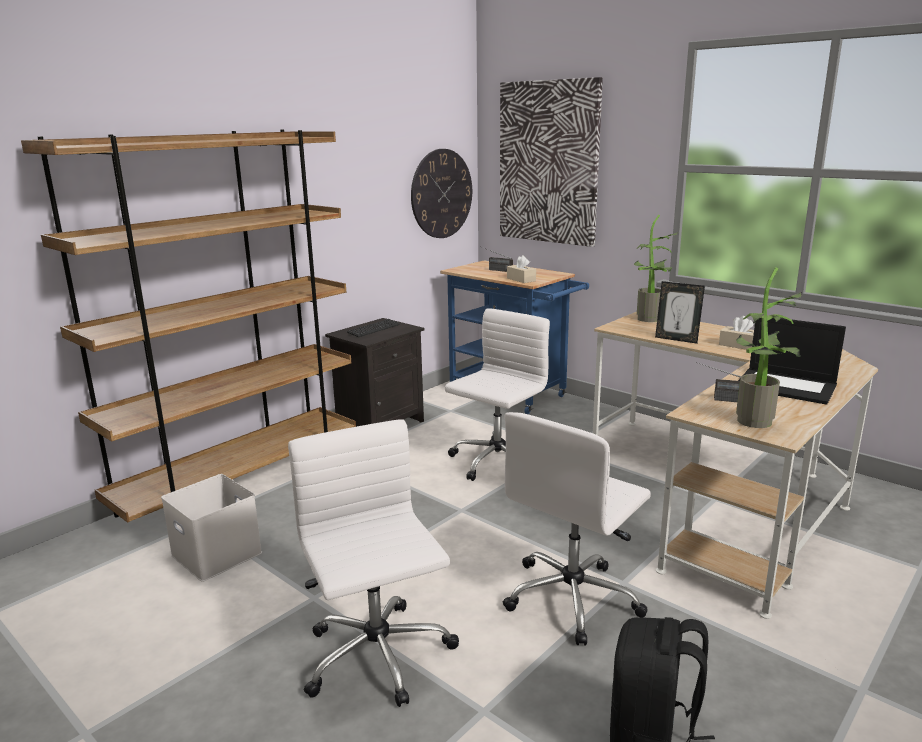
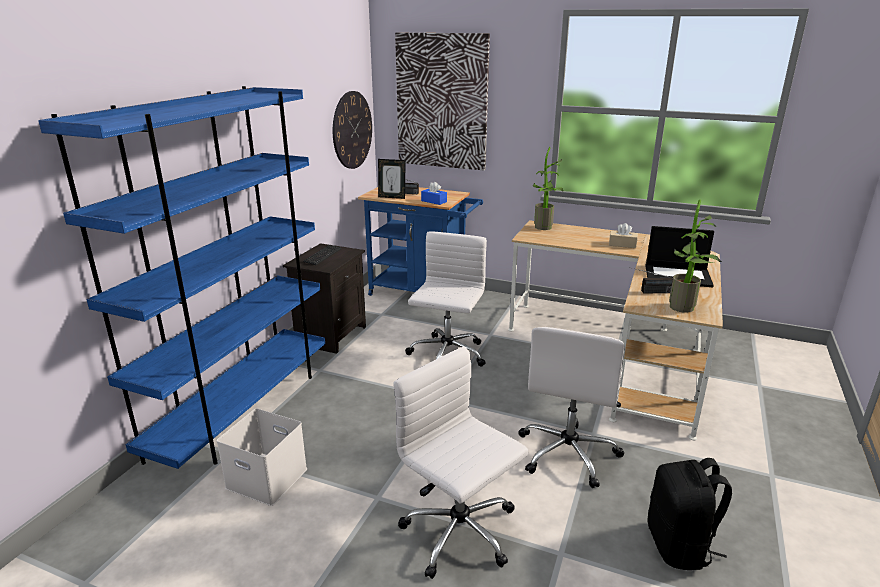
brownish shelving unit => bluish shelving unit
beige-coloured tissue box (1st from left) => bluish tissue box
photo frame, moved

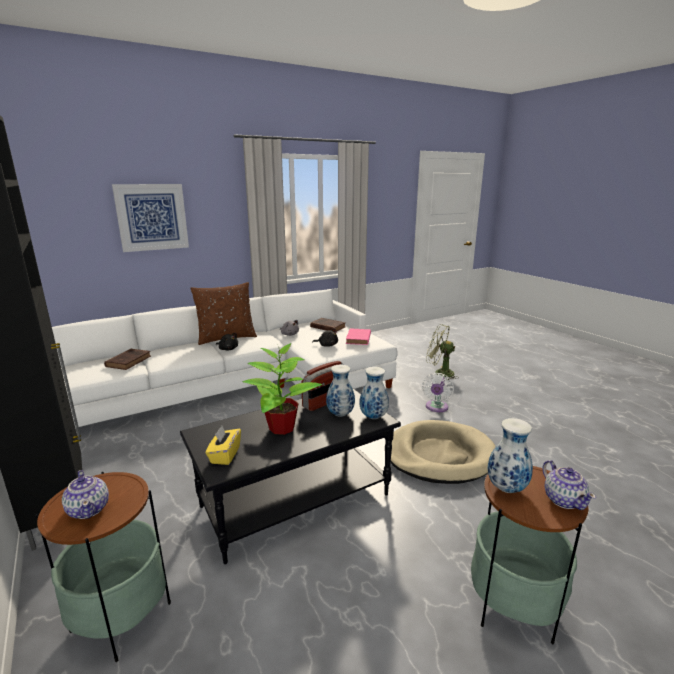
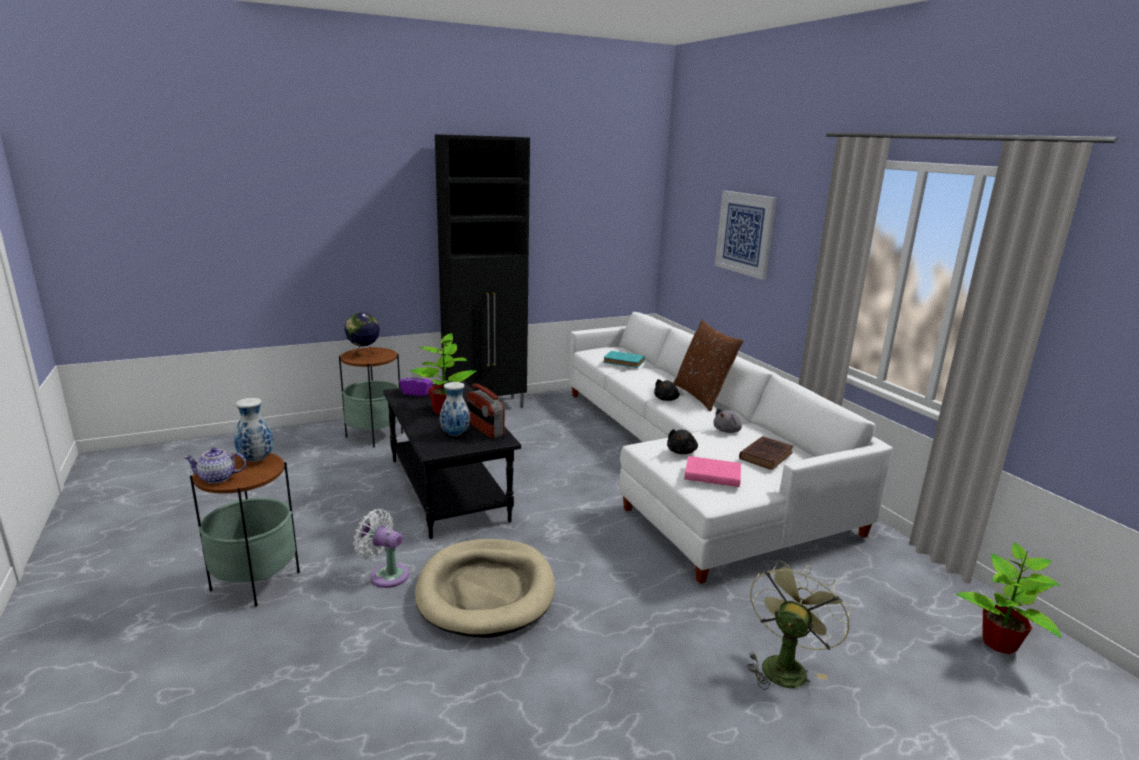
brownish volume (1st from left) => turquoise-coloured volume
vase (2nd from left) => nothing
whitish cooling fan, moved
yellow-coloured tissue box => purplish tissue box
tea pot (1st from left) => desk globe
nothing => potted plant (2nd from left)

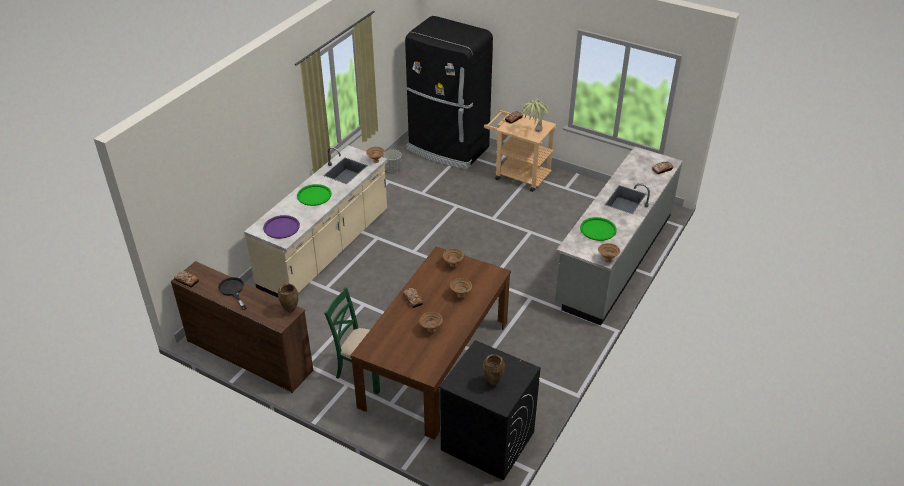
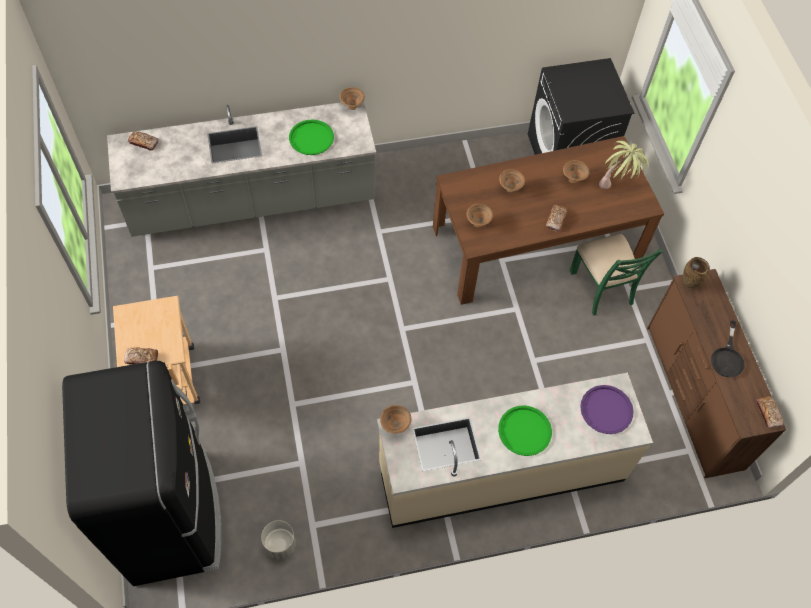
potted plant, moved
brownish vase (2nd from left) => nothing

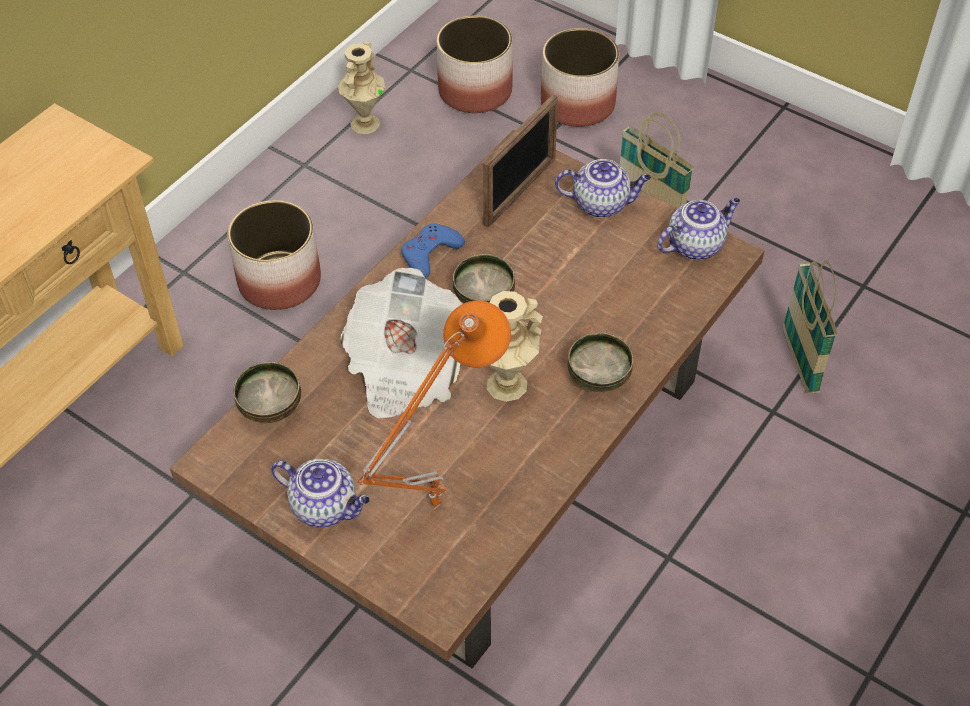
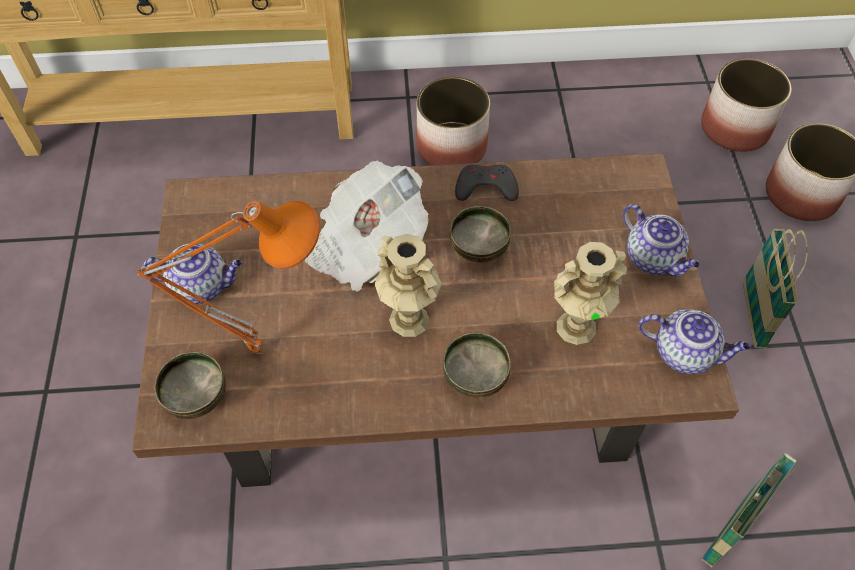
beige-coloured vase (1st from left in the first image) => beige-coloured vase (2nd from left), moved
photo frame => nothing
bluish joypad => gray joypad
serving bowl (1st from left), moved
tea pot (1st from left), 75 degrees counterclockwise

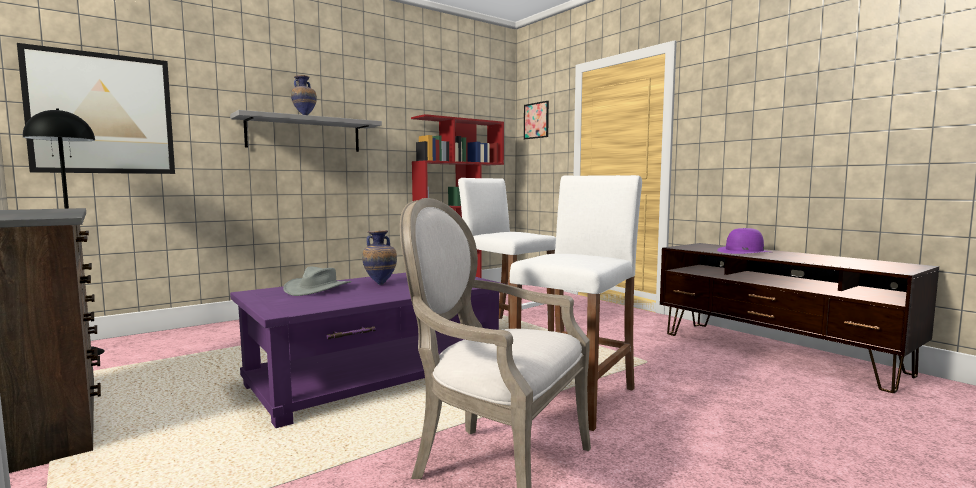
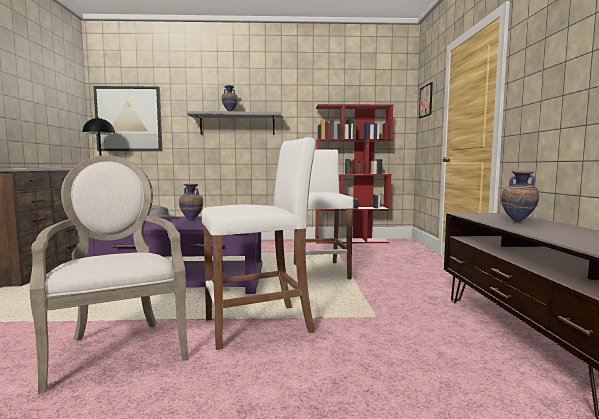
purplish hat => vase (3rd from left)

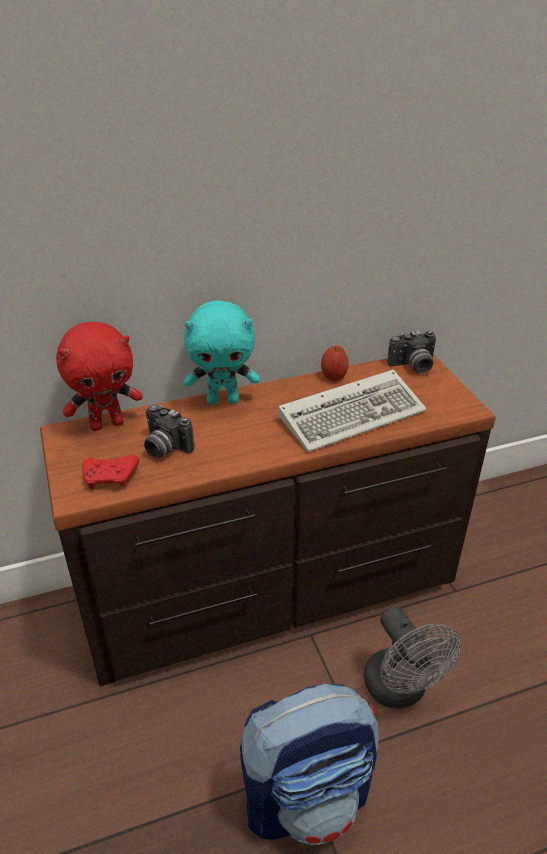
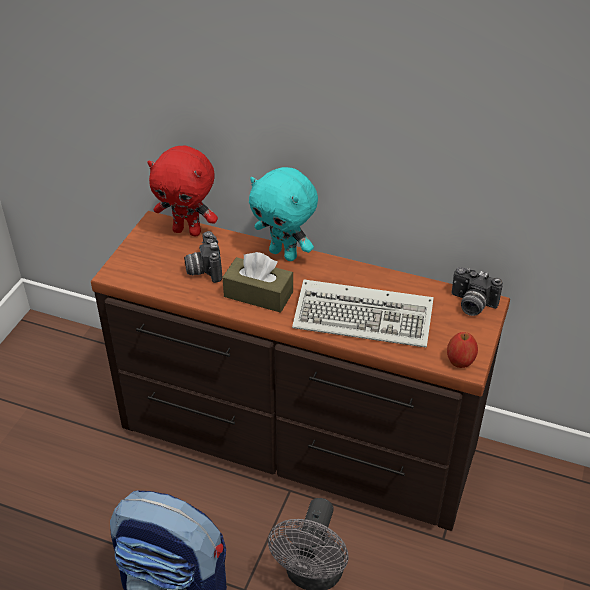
whole apple, moved
reddish joypad => nothing
nothing => brownish tissue box

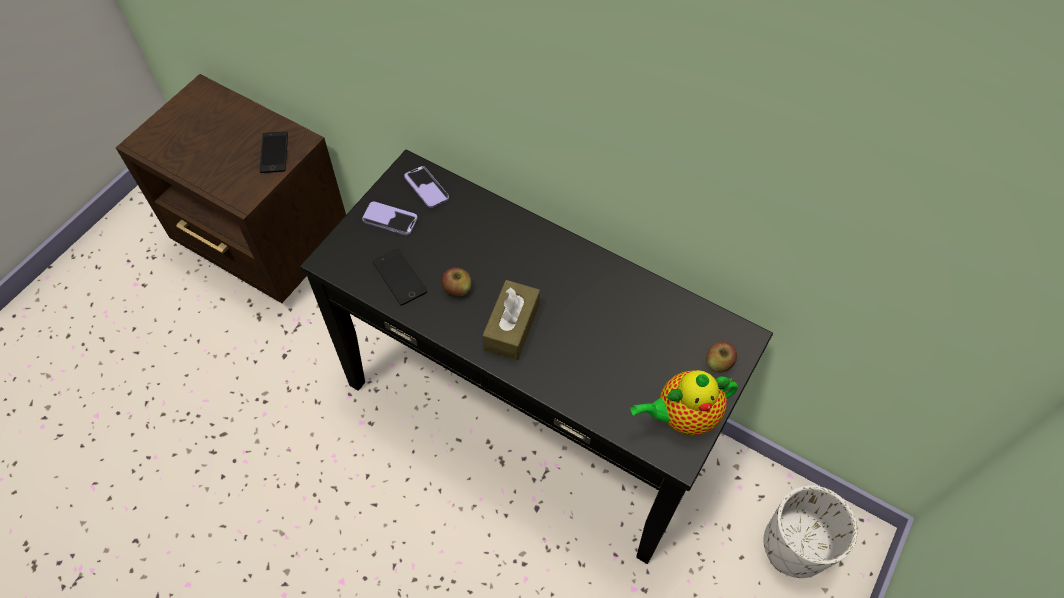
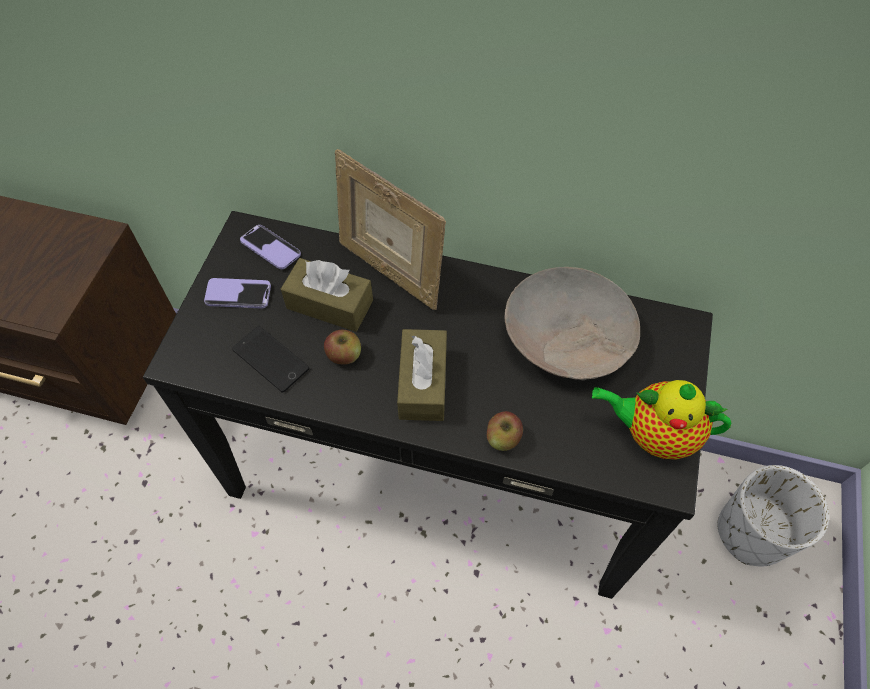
telephone (1st from left) => nothing
whole apple (2nd from left), moved
tea pot, 45 degrees clockwise
nothing => photo frame
nothing => brownish tissue box (1st from left)
nothing => beige-coloured serving bowl

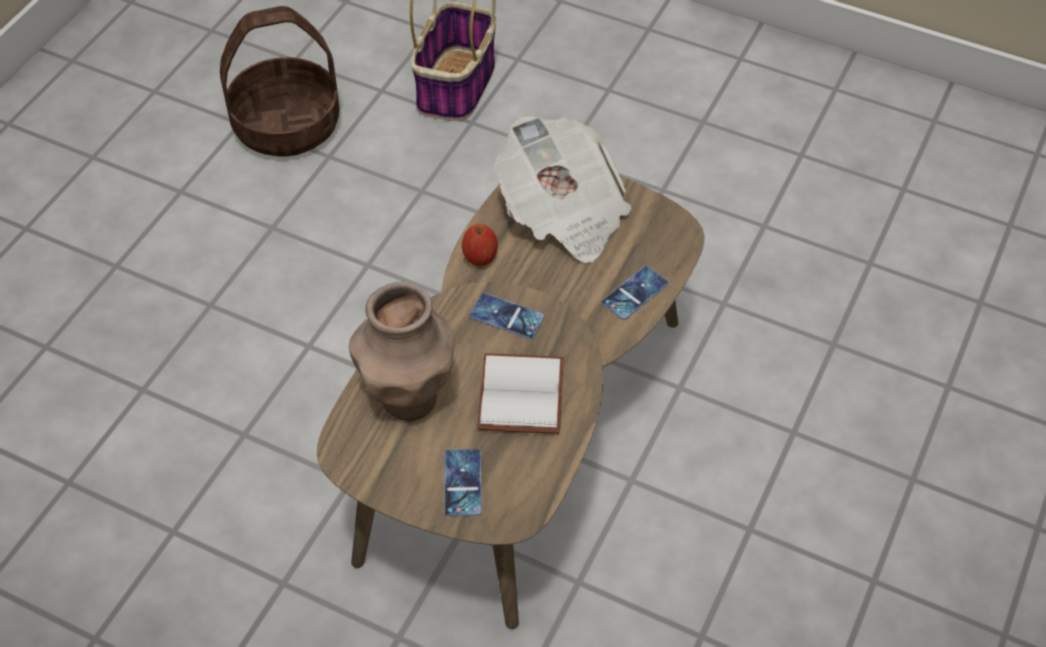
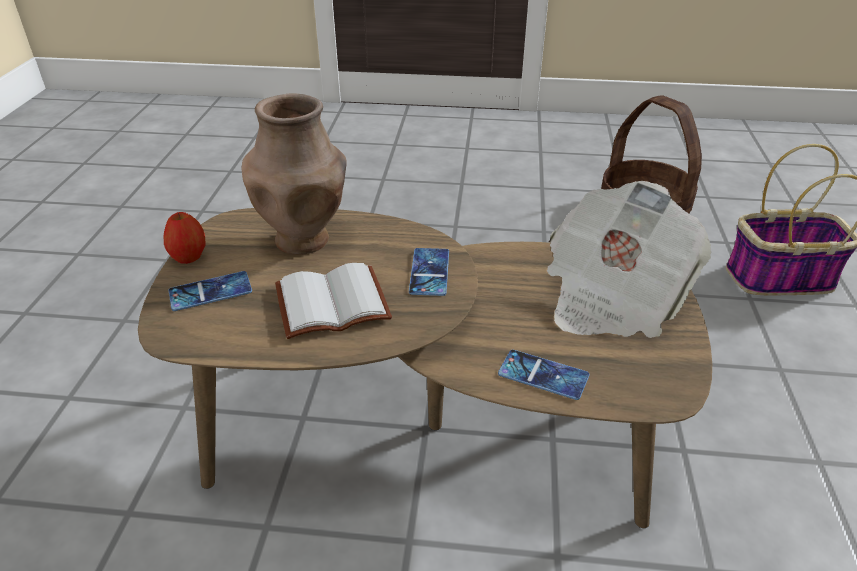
whole apple, moved

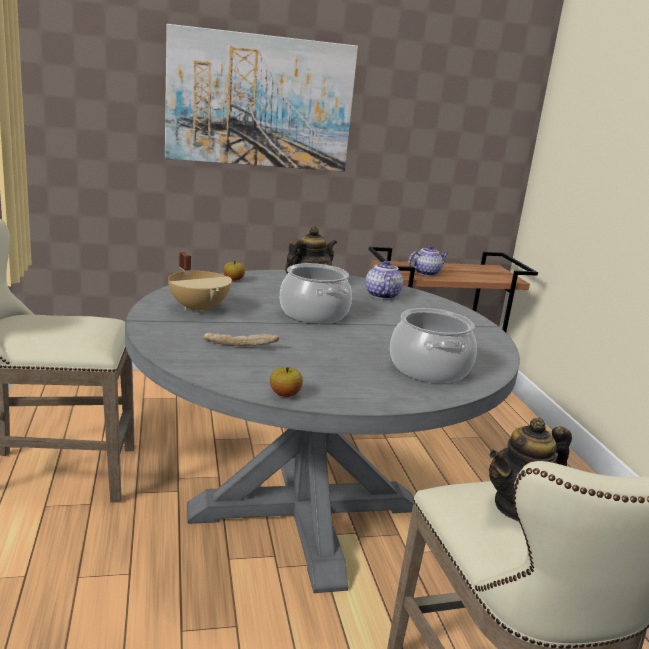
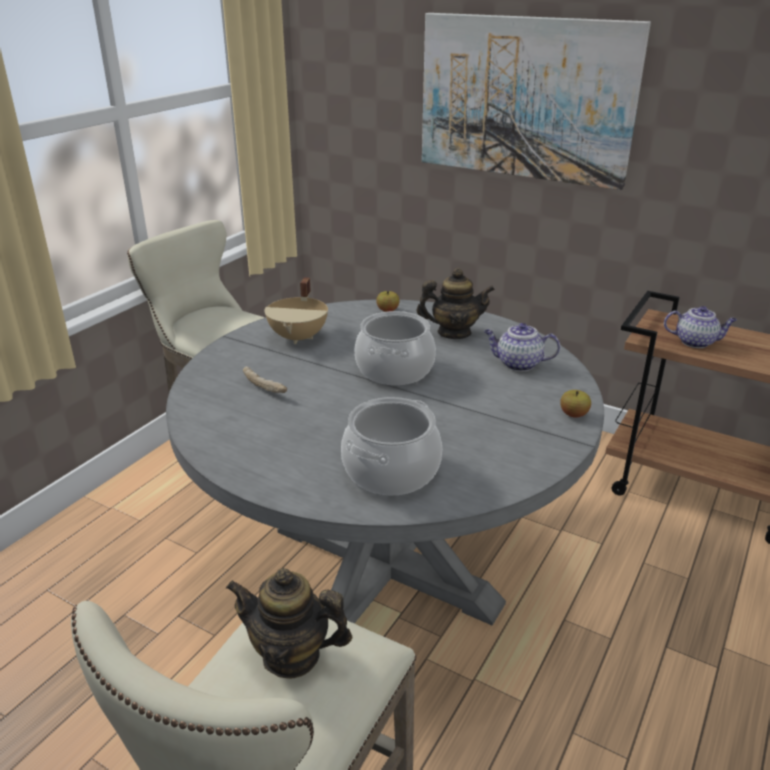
tea pot (2nd from left in the first image) => tea pot (3rd from left), 120 degrees counterclockwise
whole apple (2nd from left), moved

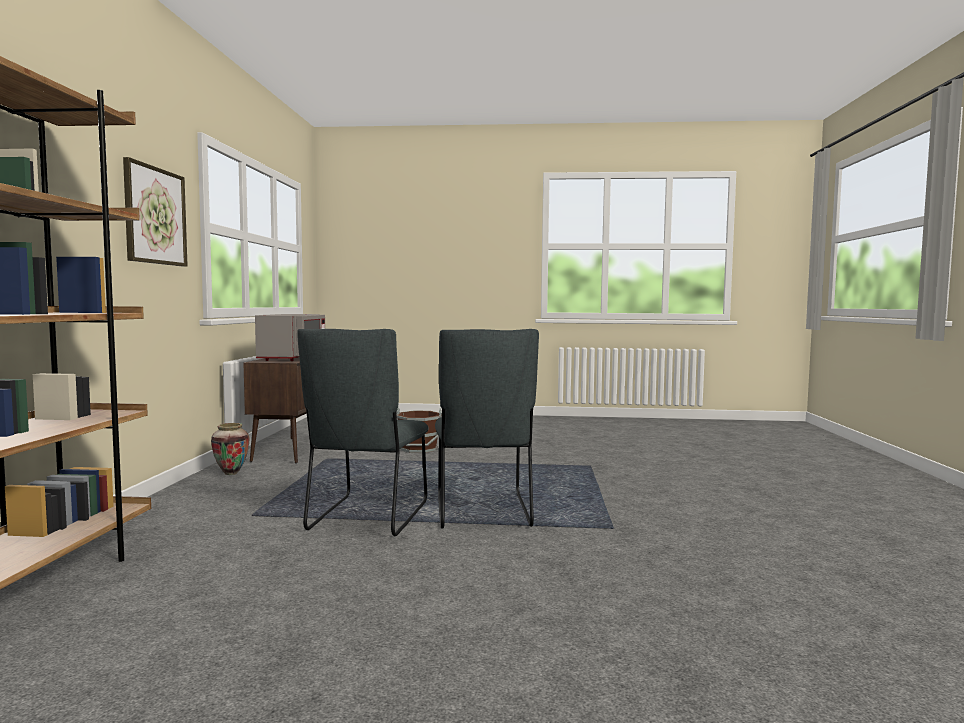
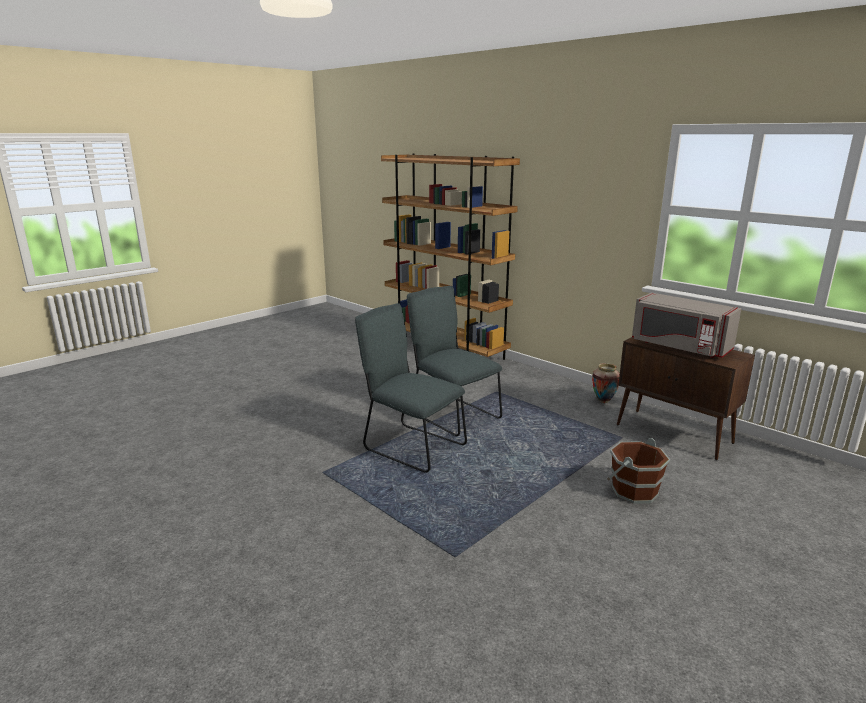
picture => nothing

